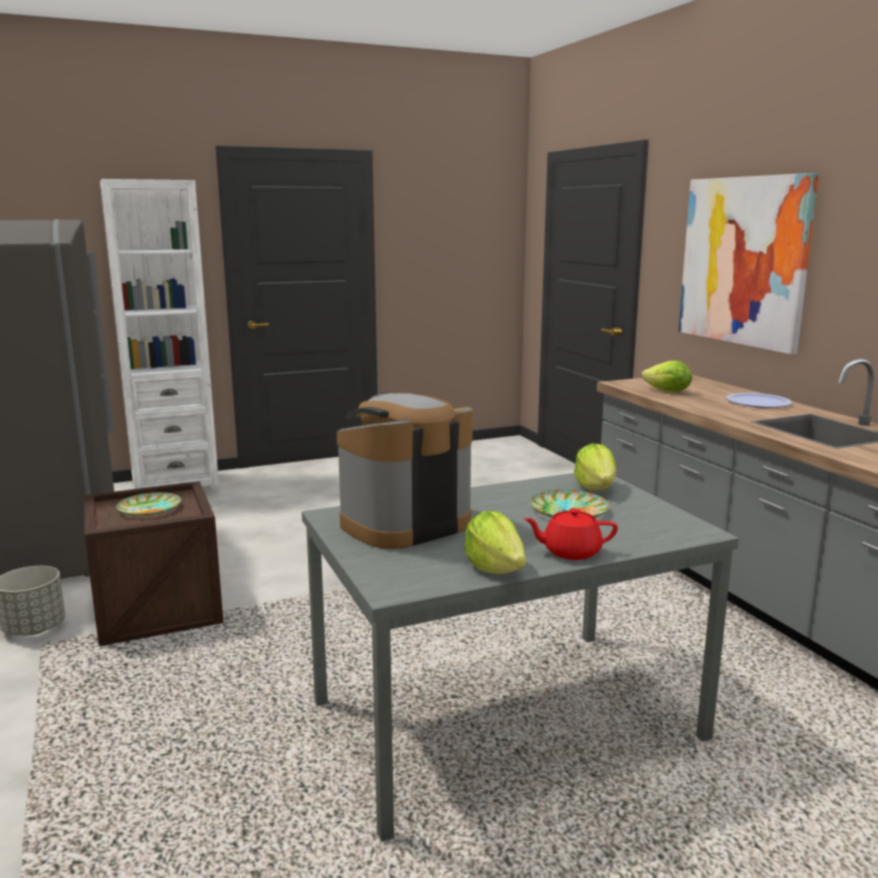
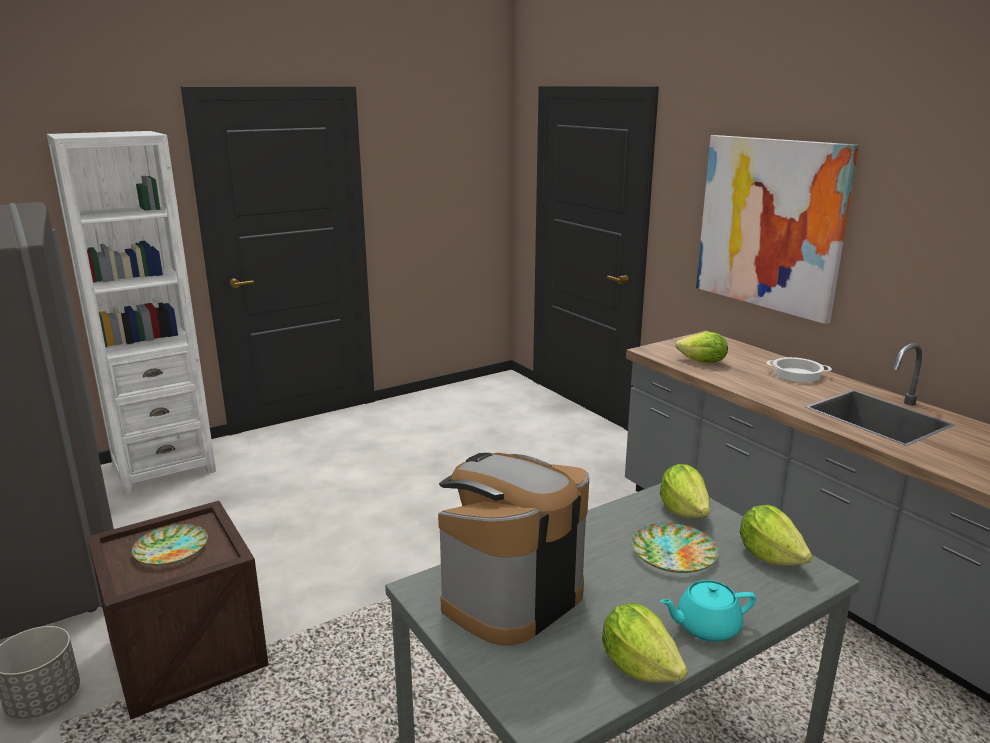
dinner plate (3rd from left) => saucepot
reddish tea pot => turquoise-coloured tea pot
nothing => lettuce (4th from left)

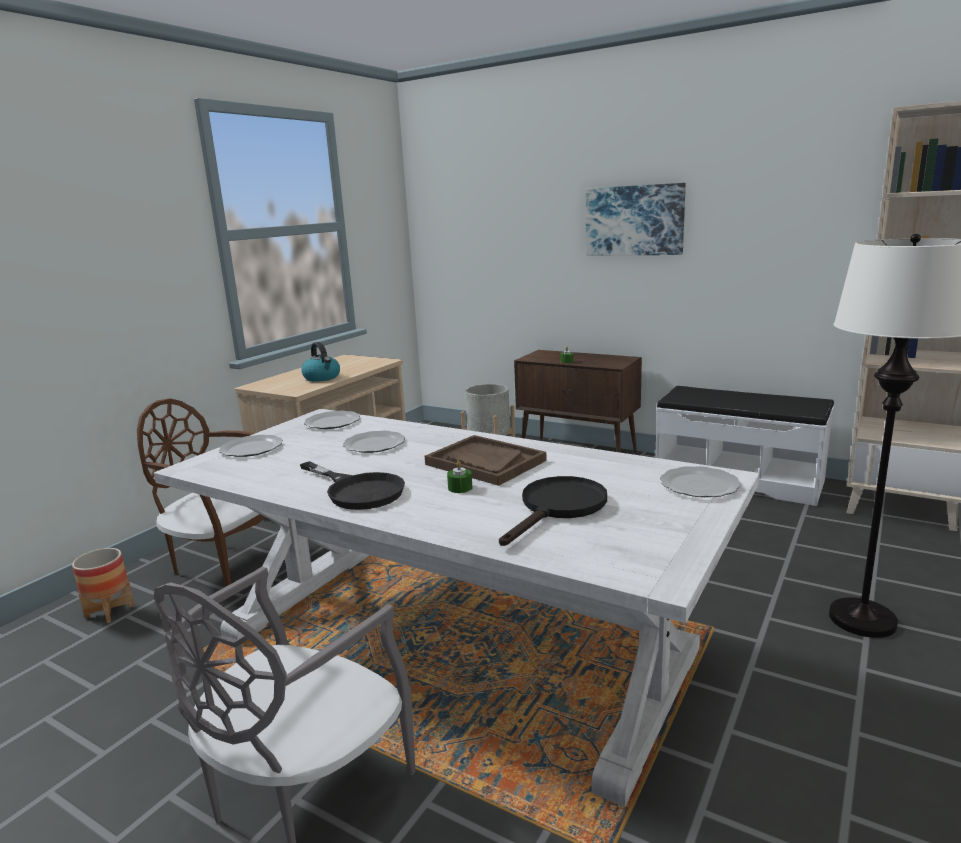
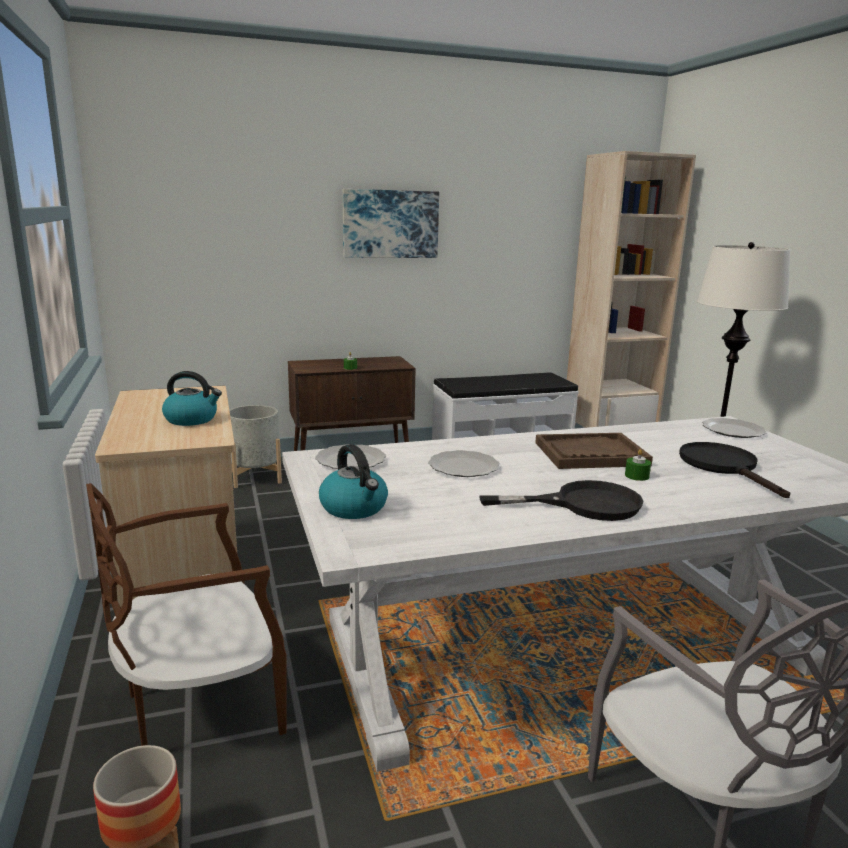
dinner plate (1st from left) => kettle (2nd from left)

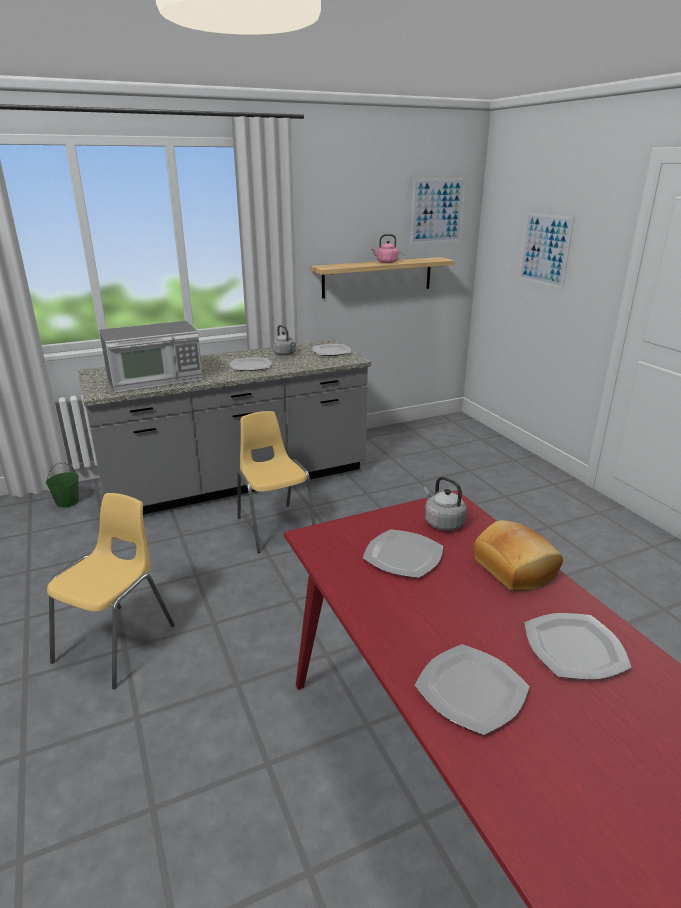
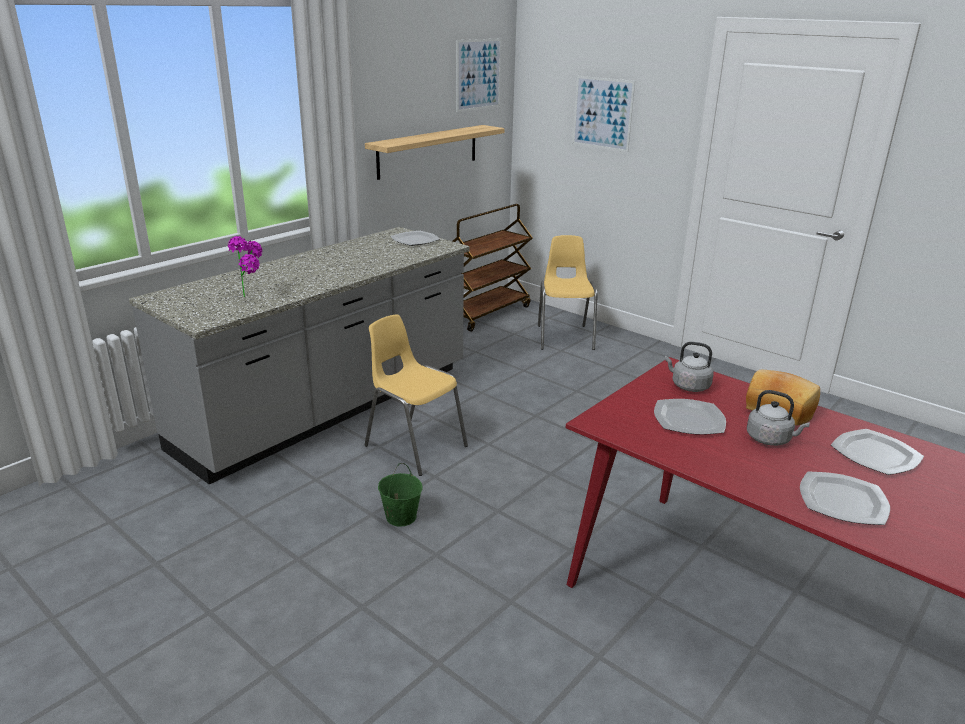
pink-coloured kettle => nothing
kitchen microwave => potted plant
gray kettle (1st from left in the first image) => gray kettle (2nd from left), moved
dinner plate (1st from left) => nothing
greenish water bucket, moved
yellow-coloured plain chair (1st from left in the first image) => yellow-coloured plain chair (2nd from left), moved
nothing => brownish wheeled cart

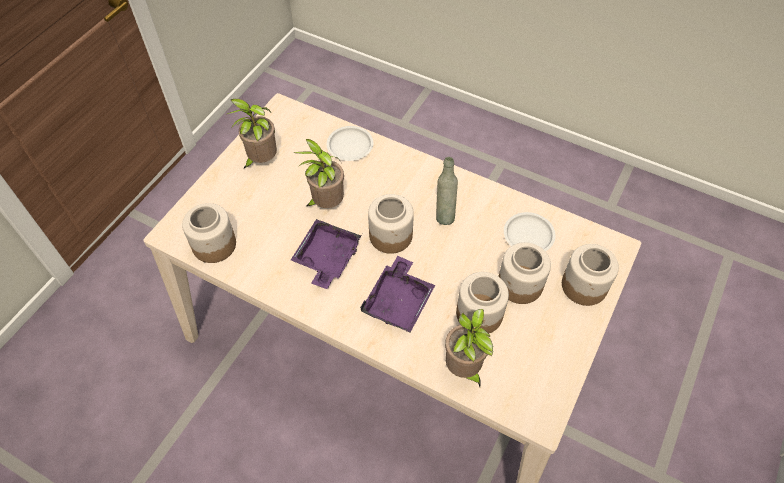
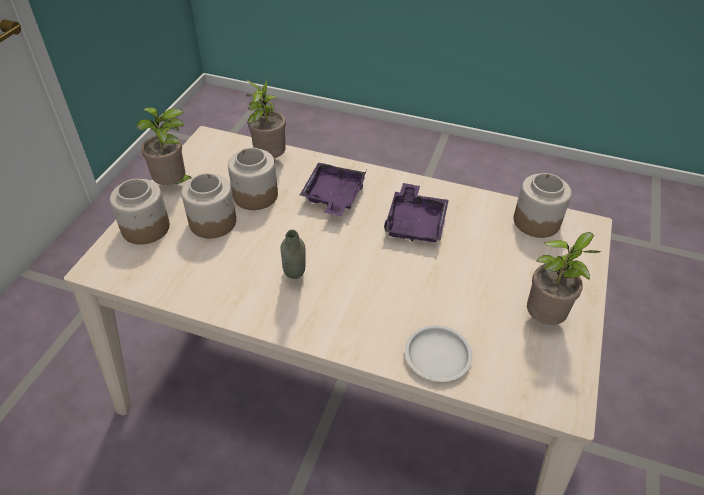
potted plant (2nd from left in the first image) => potted plant (1st from left), moved
jar (2nd from left) => nothing
whitish dinner plate (2nd from left) => nothing

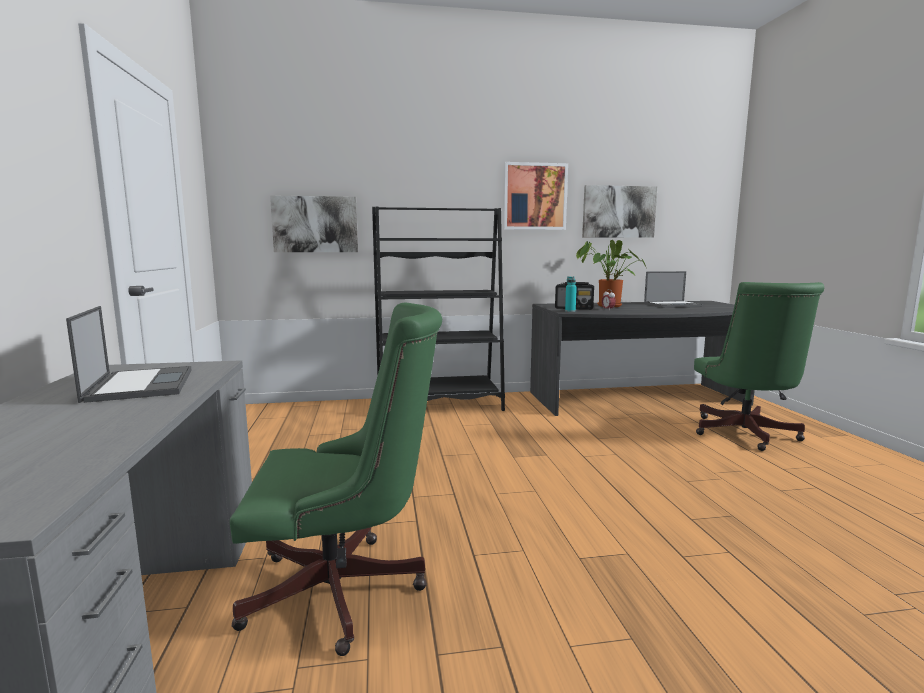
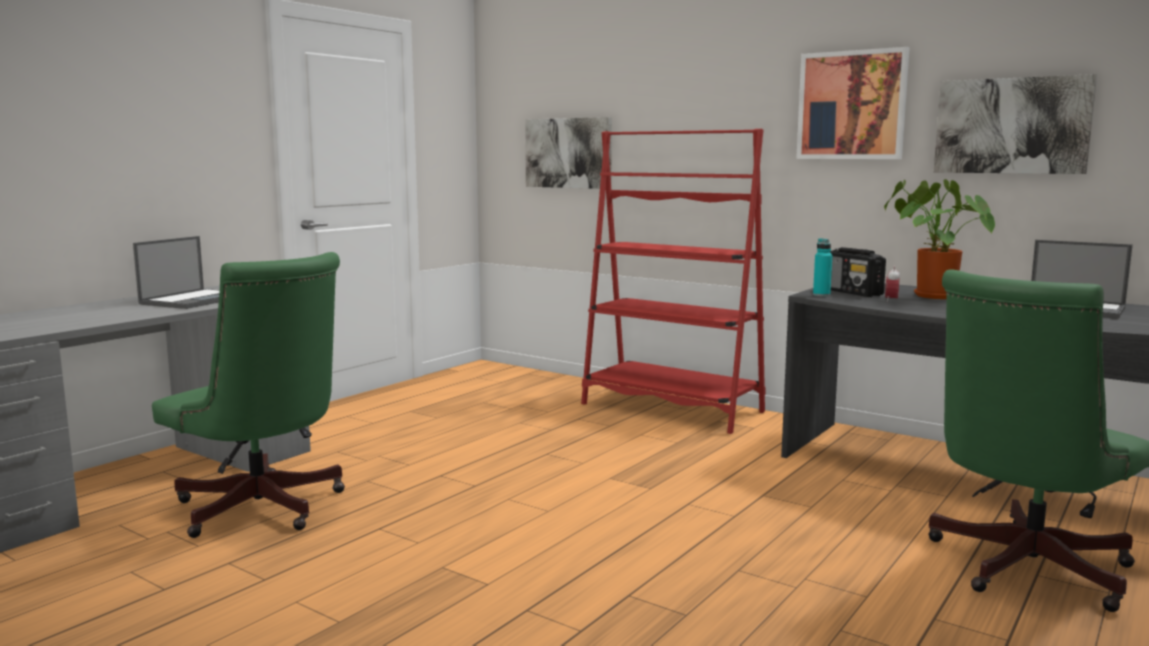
black shelving unit => reddish shelving unit

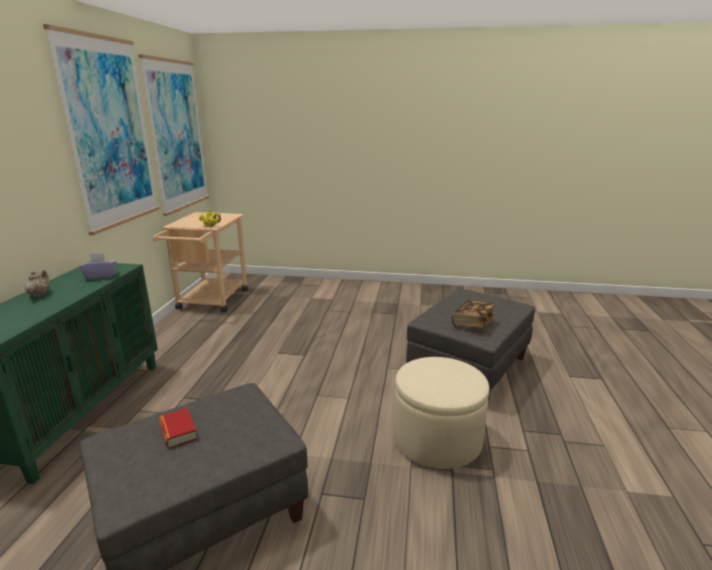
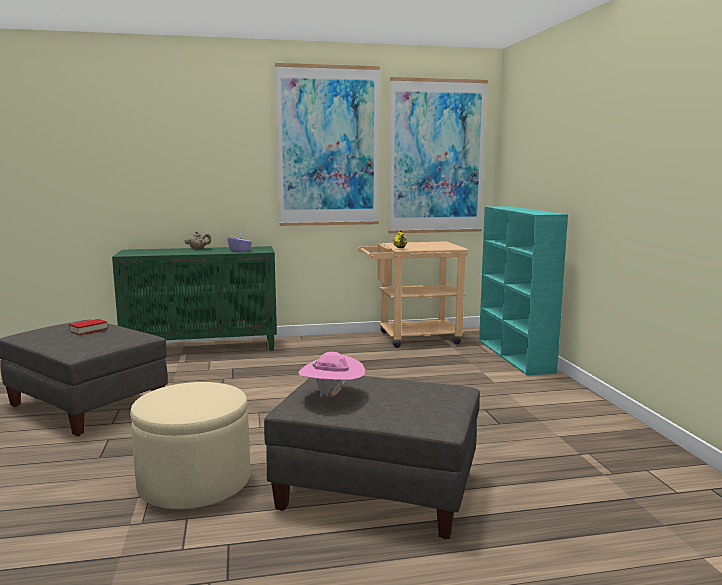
volume (2nd from left) => pink-coloured hat
nothing => turquoise-coloured shelving unit

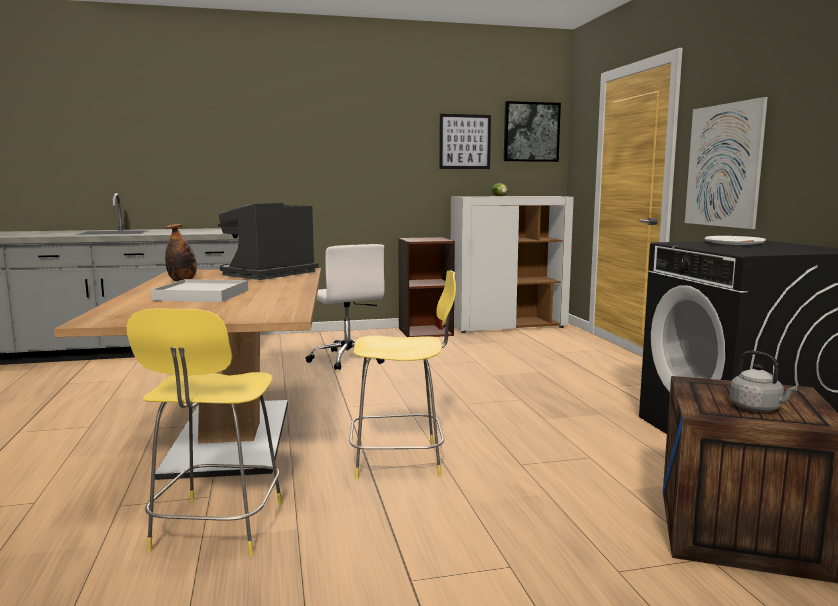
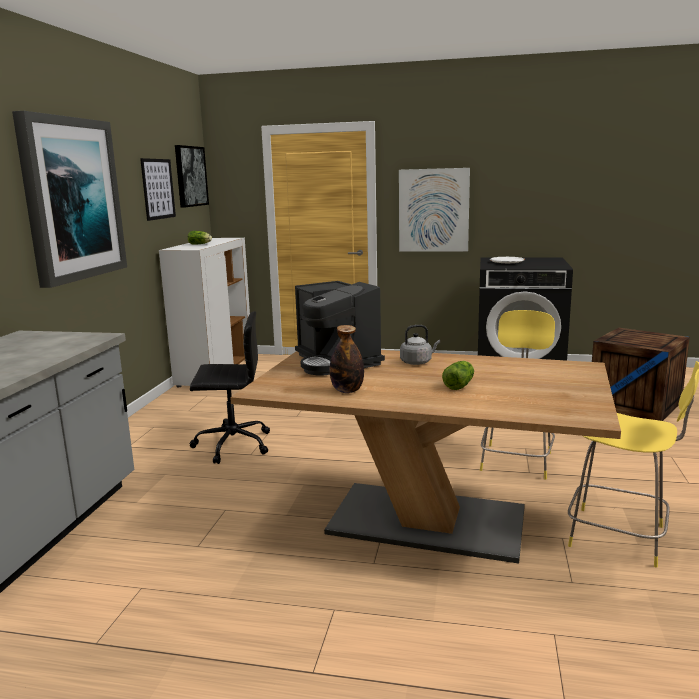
brownish shelving unit => nothing
whitish office chair => black office chair
whitish carrying tray => lettuce (2nd from left)
gray kettle, moved
nothing => picture (1st from left)

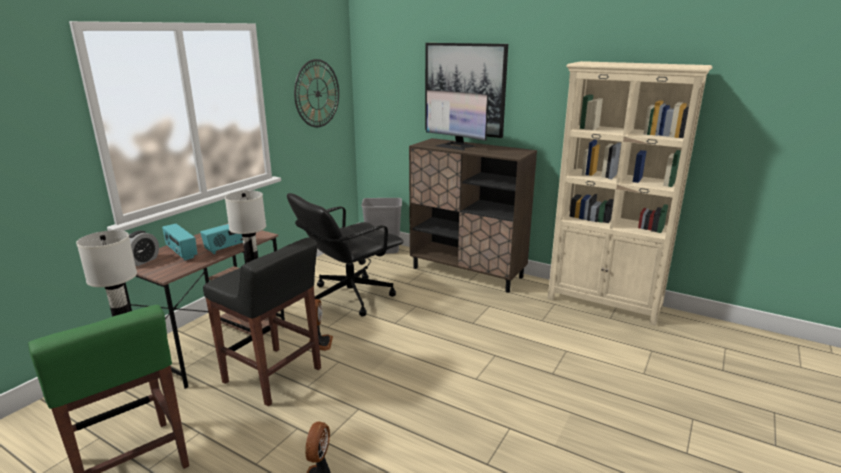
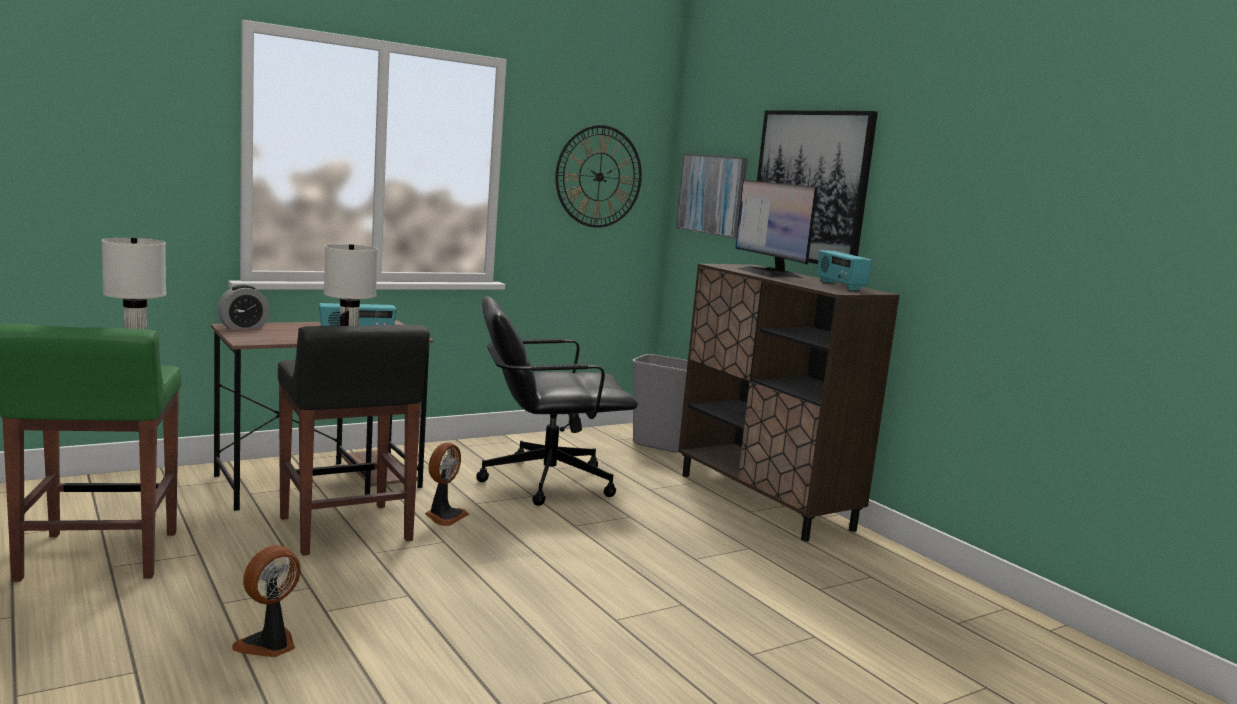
beige-coloured shelving unit => nothing
radio set (1st from left in the first image) => radio set (2nd from left), moved
nothing => picture (1st from left)

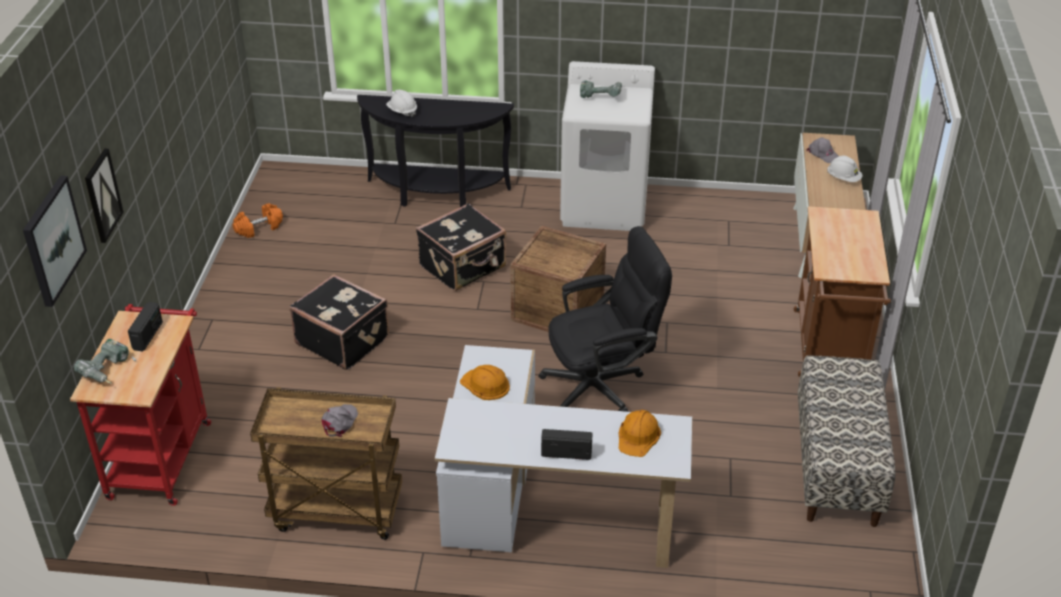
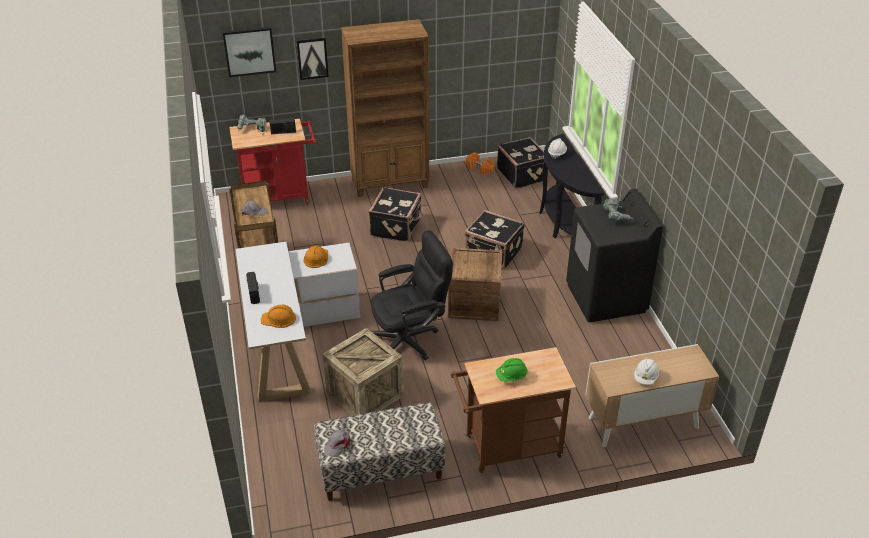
whitish laundry appliance => black laundry appliance
gray cap (2nd from left), moved
black office chair, 75 degrees counterclockwise
nothing => brownish shelving unit
nothing => black travel case (3rd from left)
nothing => shipping crate (1st from left)
nothing => greenish safety helmet

